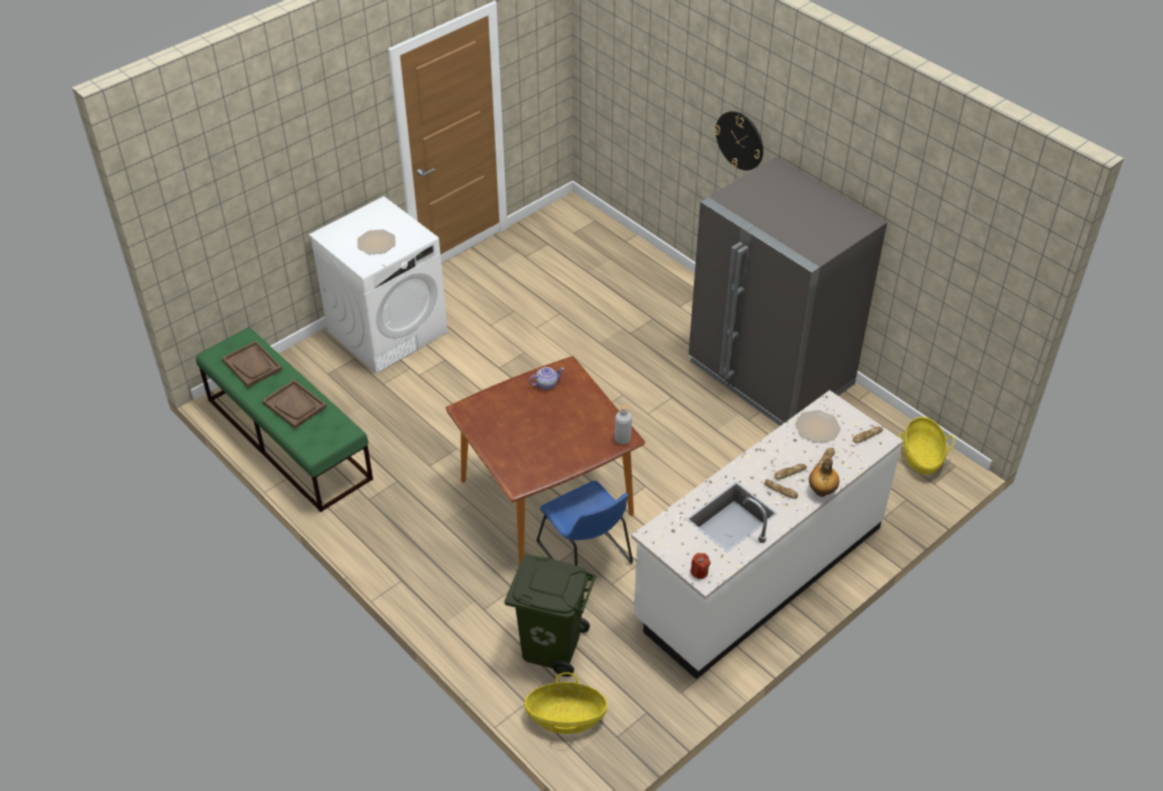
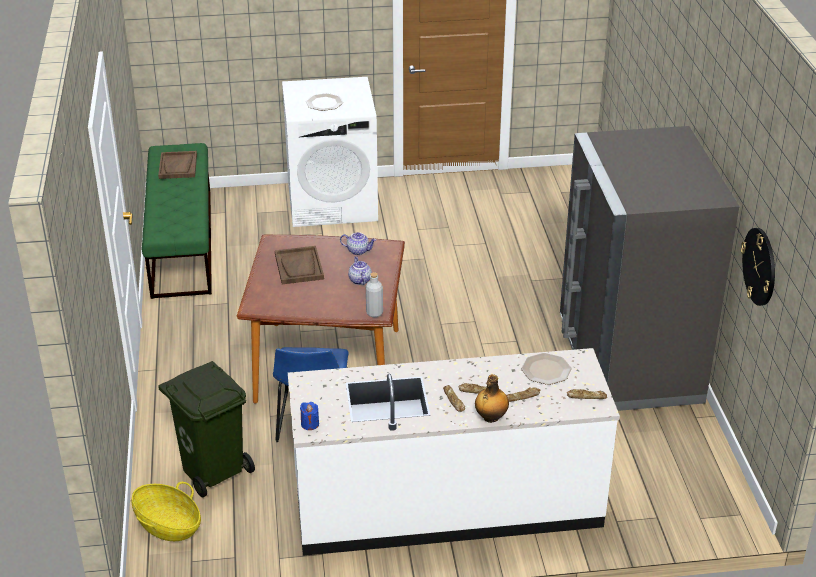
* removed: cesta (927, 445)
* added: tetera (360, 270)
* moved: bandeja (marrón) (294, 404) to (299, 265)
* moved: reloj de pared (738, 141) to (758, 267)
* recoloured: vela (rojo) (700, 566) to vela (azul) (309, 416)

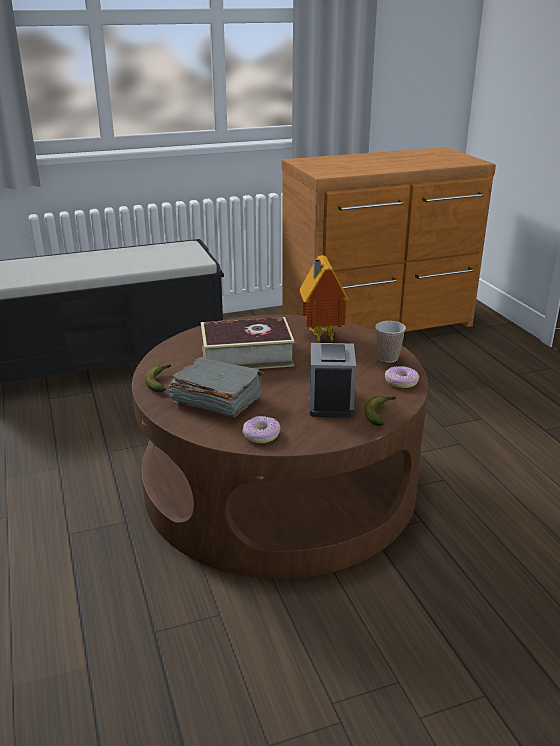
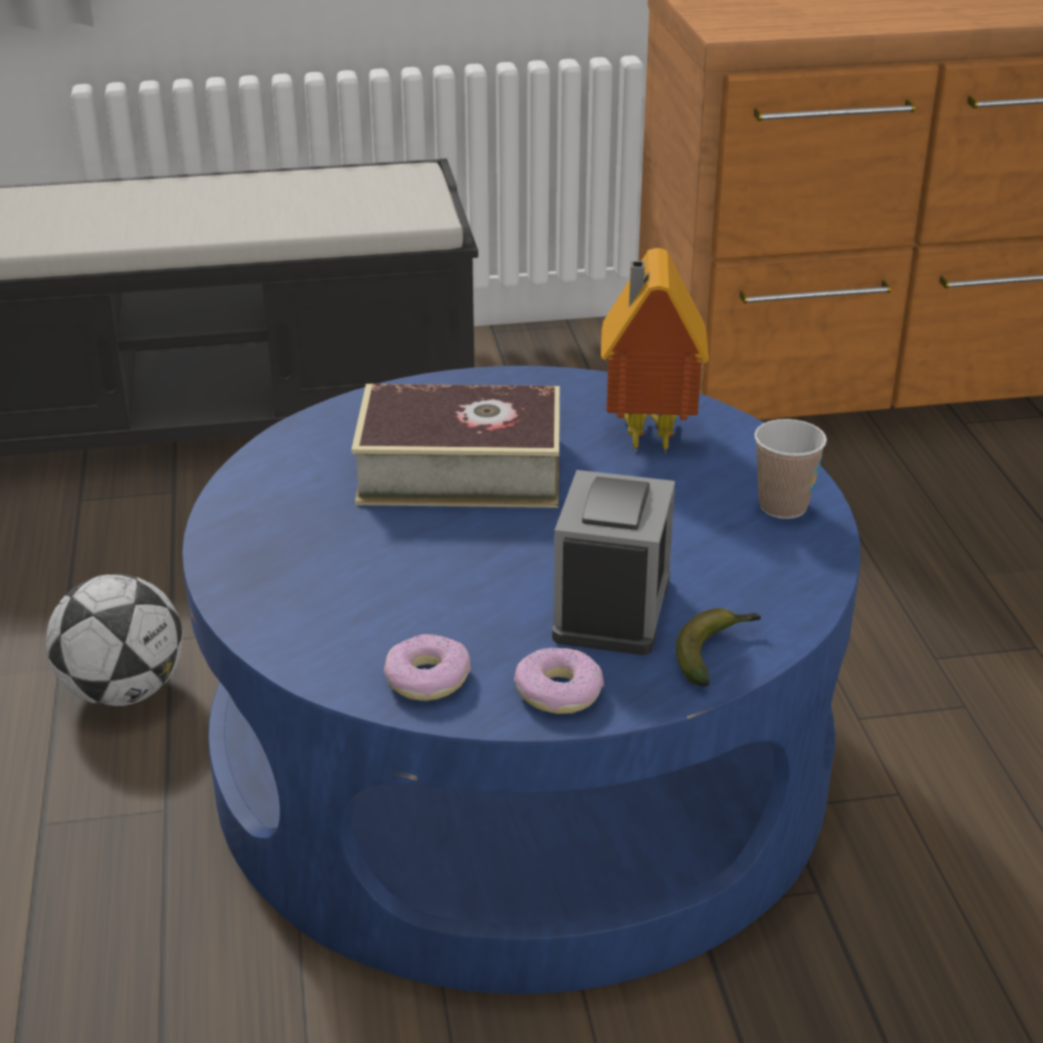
* removed: plátano (157, 378)
* removed: libro (gris) (216, 387)
* added: balón de fútbol (114, 640)
* moved: rosquilla (402, 377) to (559, 680)
* recoloured: mesa de centro (marrón) (280, 446) to mesa de centro (azul) (521, 680)

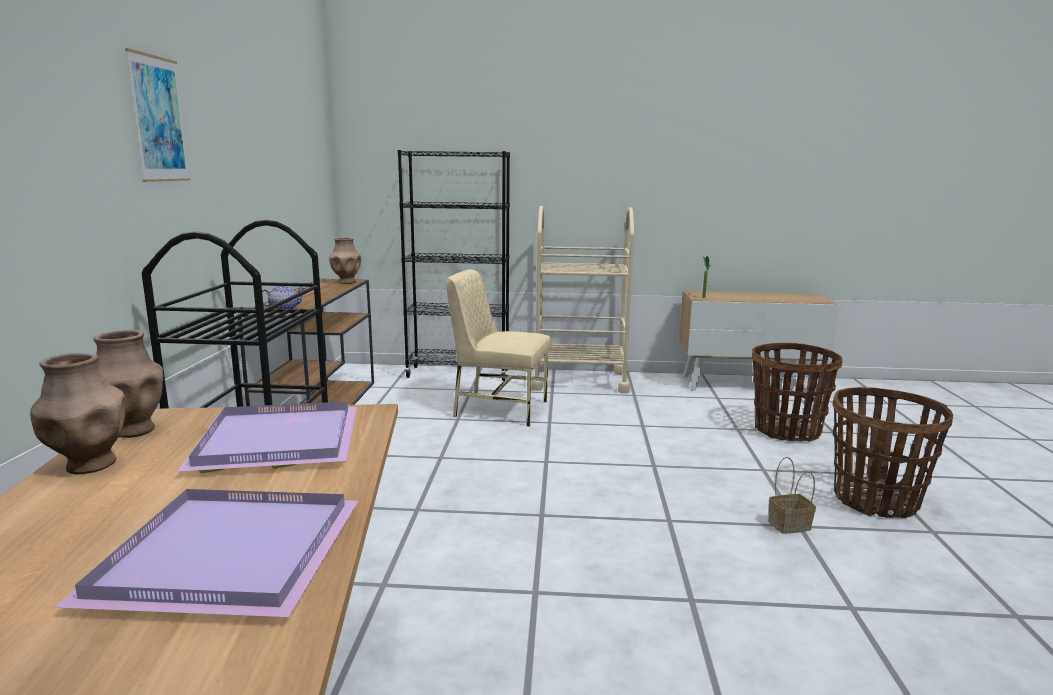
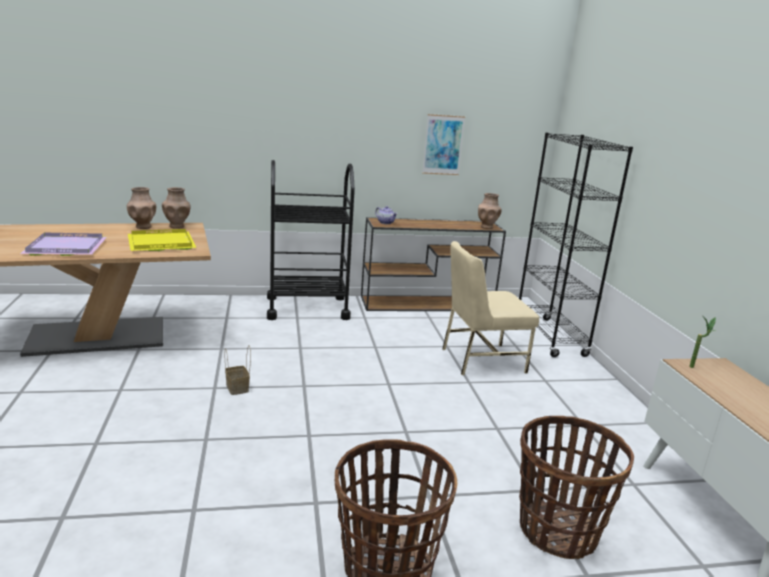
* removed: carrito (beis) (582, 300)
* moved: cuadro (158, 115) to (443, 144)
* moved: cesta (792, 495) to (238, 370)
* recoloured: bandeja (morado) (267, 437) to bandeja (amarillo) (162, 240)
* turned: silla (beis) (498, 348) = (491, 308) 105 degrees counterclockwise

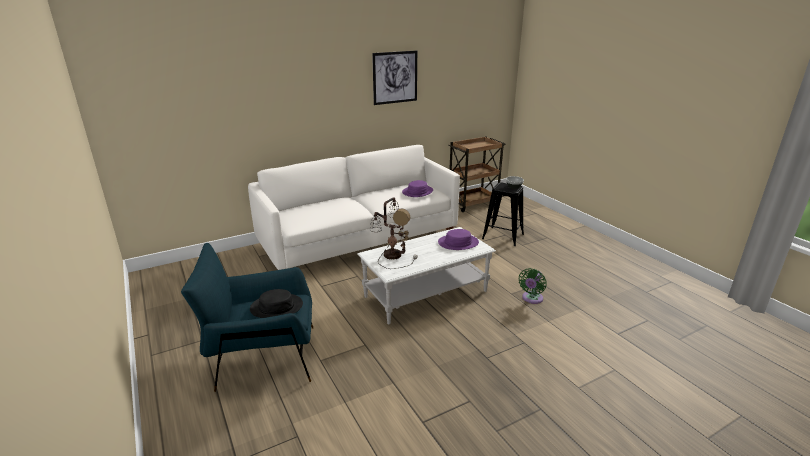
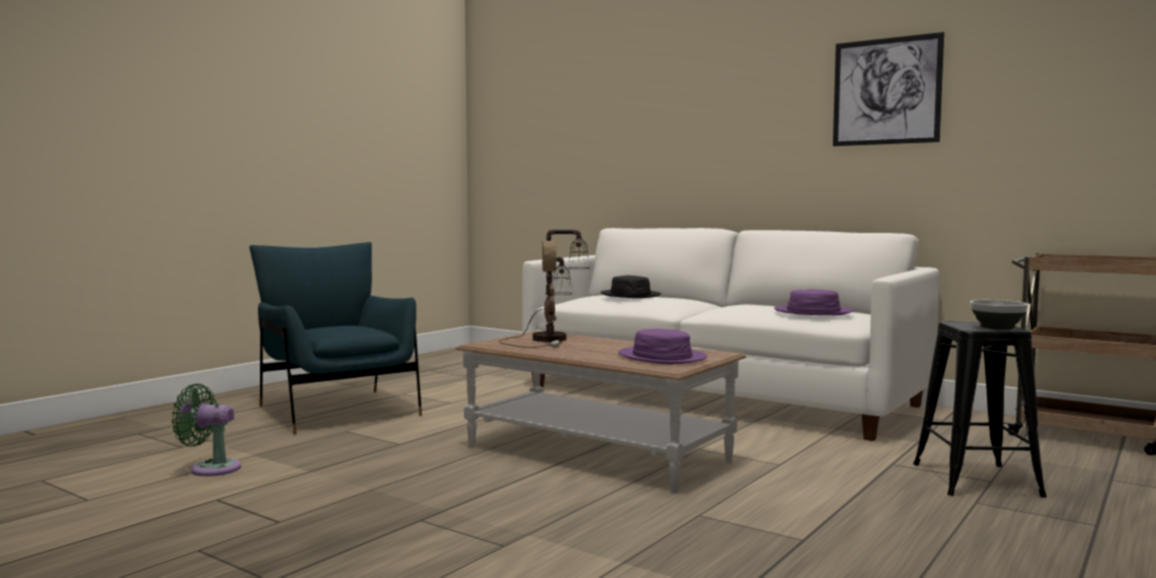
* moved: sombrero (negro) (276, 303) to (631, 286)
* moved: ventilador (verde) (533, 286) to (206, 430)
* recoloured: mesa de centro (blanco) (427, 275) to mesa de centro (marrón) (601, 412)

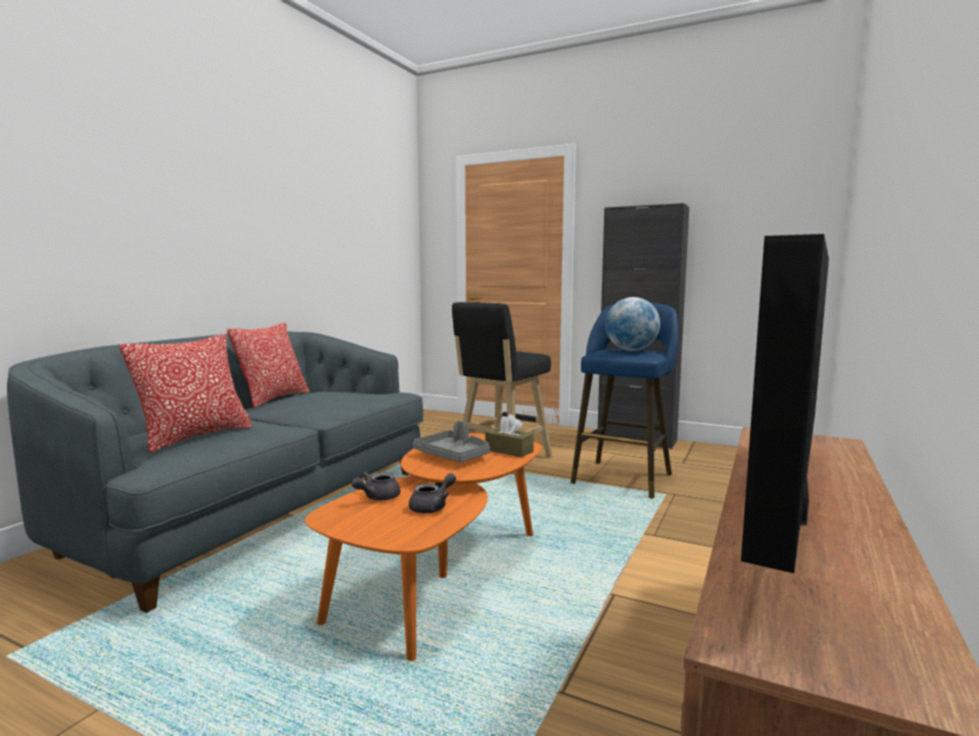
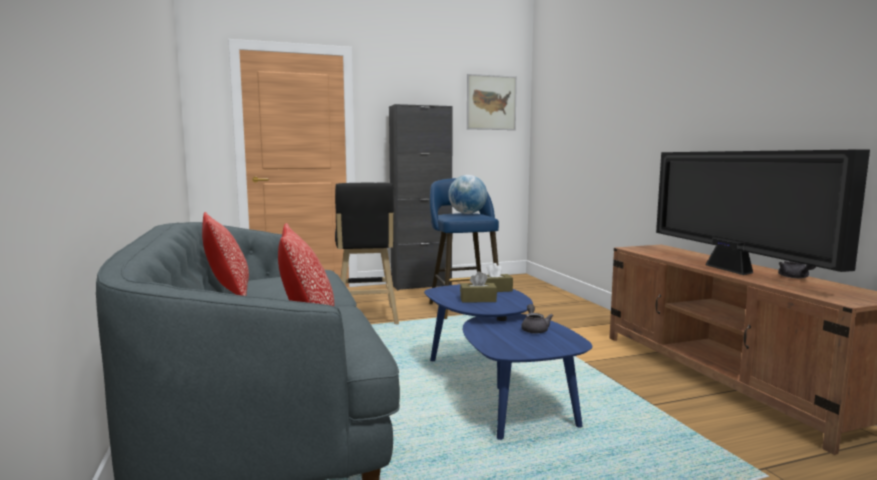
* added: cuadro (492, 102)
* moved: tetera (gris) (376, 486) to (797, 269)
* replaced: bandeja (gris) (451, 442) to caja de pañuelos (marrón) (478, 287)
* recoloured: mesa de centro (naranja) (423, 547) to mesa de centro (azul) (508, 362)

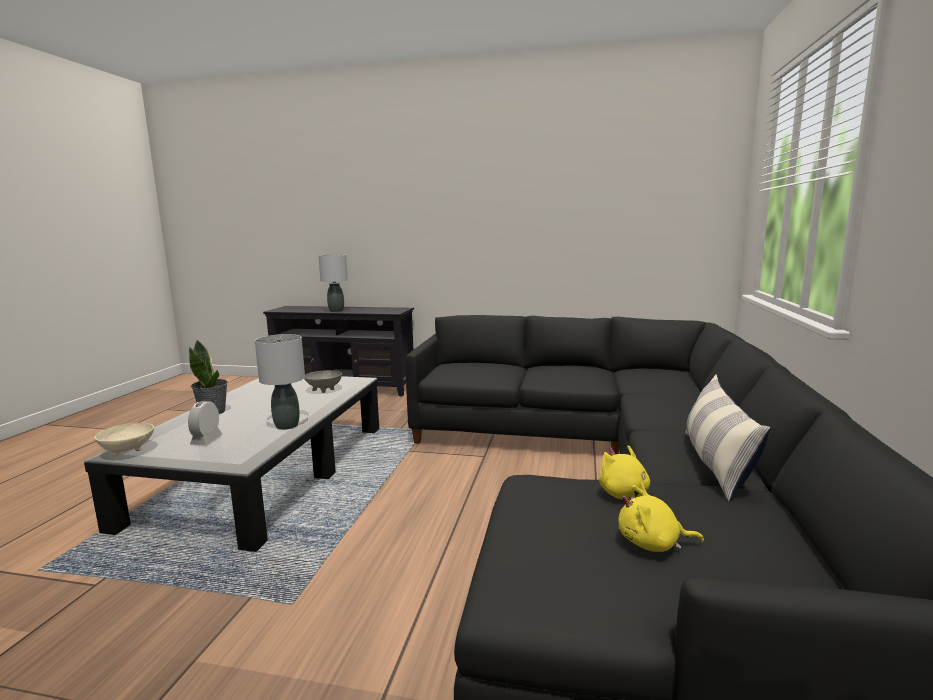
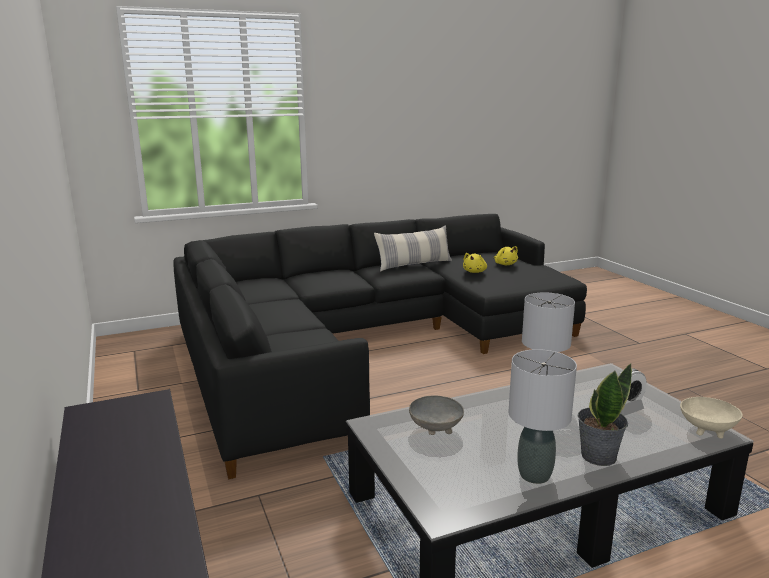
* moved: lámpara de mesa (gris) (333, 283) to (542, 416)

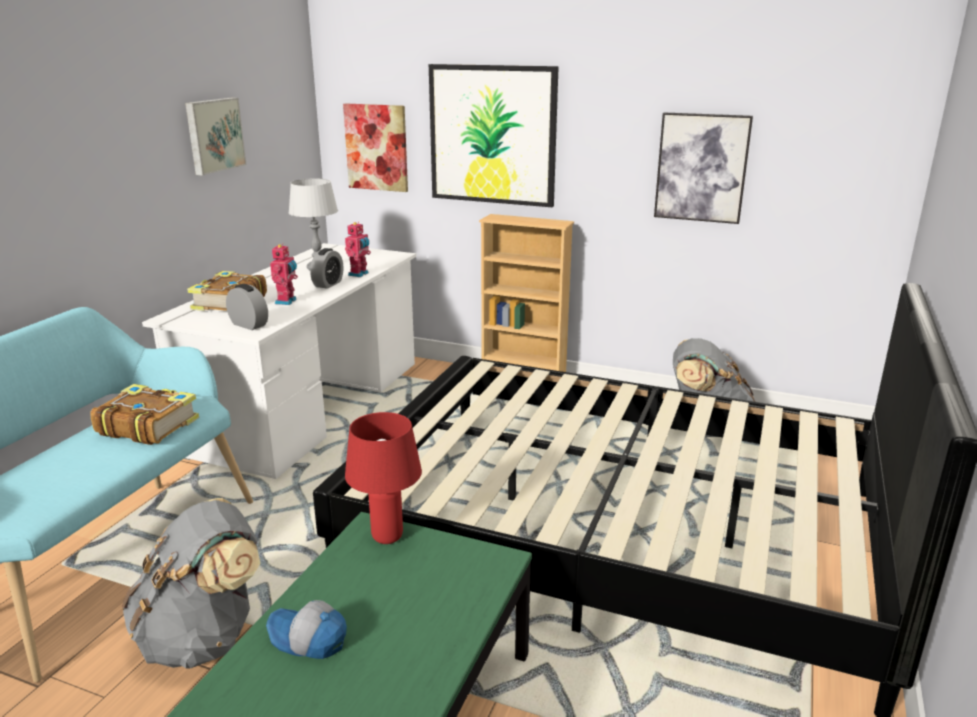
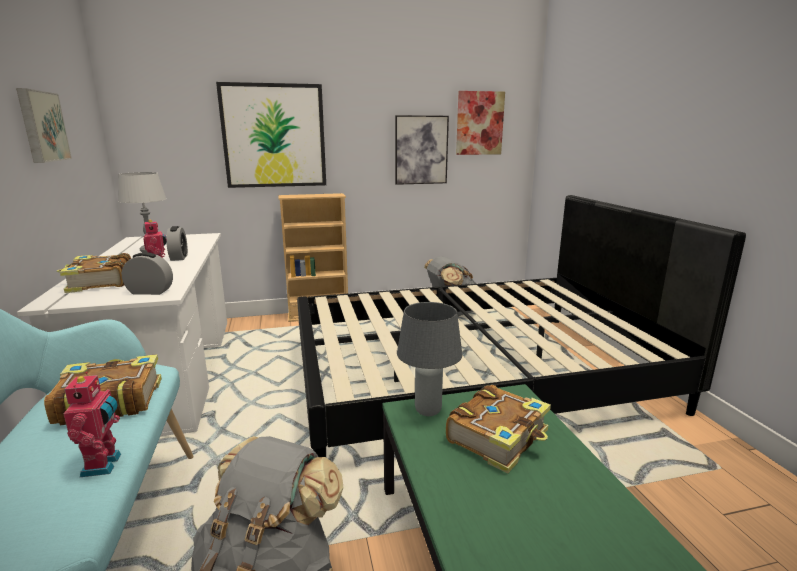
* removed: gorra (306, 629)
* added: libro (498, 429)
* moved: cuadro (375, 147) to (480, 123)
* moved: robot de juguete (358, 249) to (92, 424)
* recoloured: lámpara de mesa (rojo) (383, 478) to lámpara de mesa (gris) (429, 359)

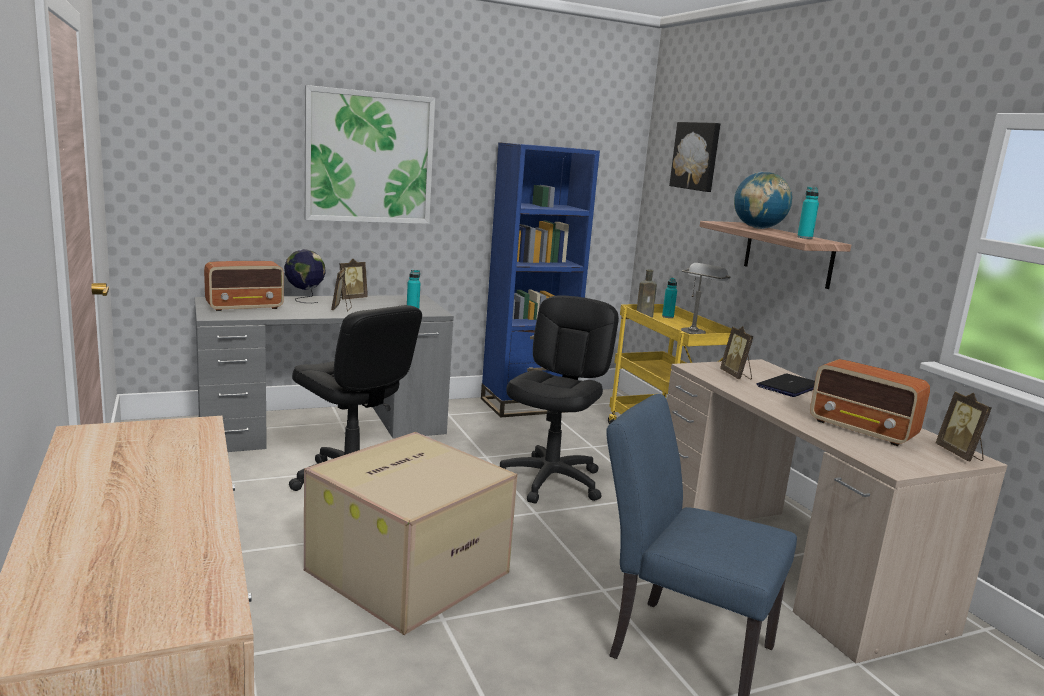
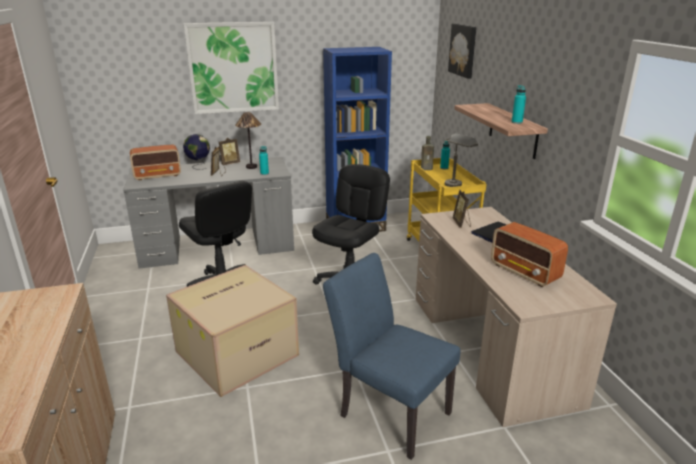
* removed: globo terráqueo (763, 200)
* removed: portarretratos (963, 426)
* added: lámpara de mesa (248, 140)

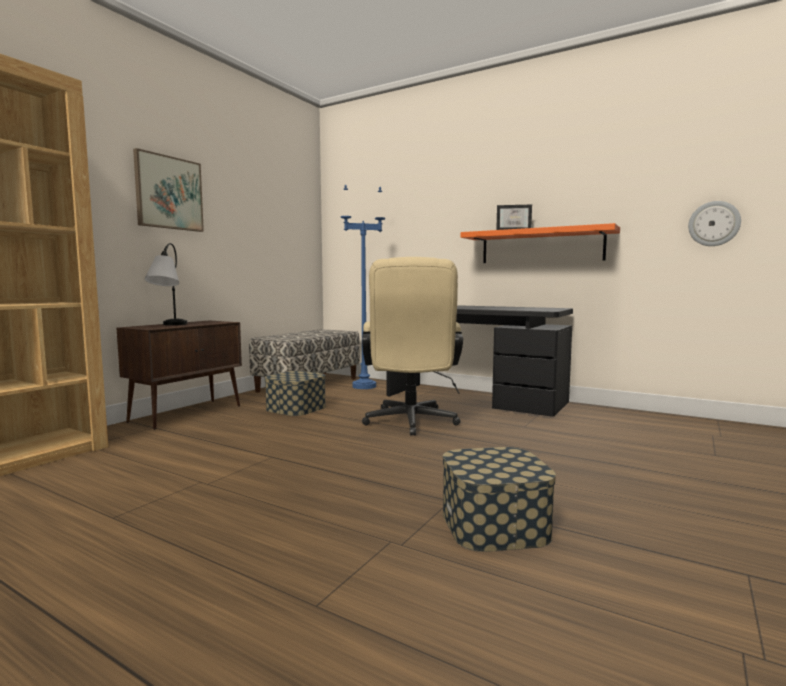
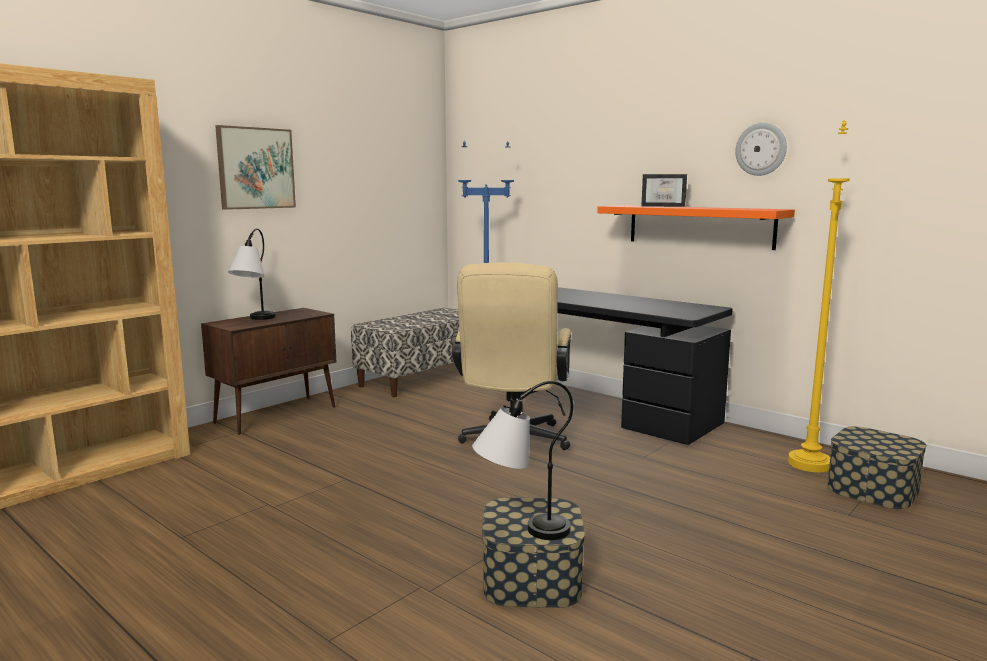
* added: lámpara de mesa (522, 460)
* added: lámpara de pie (amarillo) (818, 296)
* moved: caja de almacenaje (295, 393) to (877, 468)
* moved: reloj de pared (714, 223) to (761, 149)

